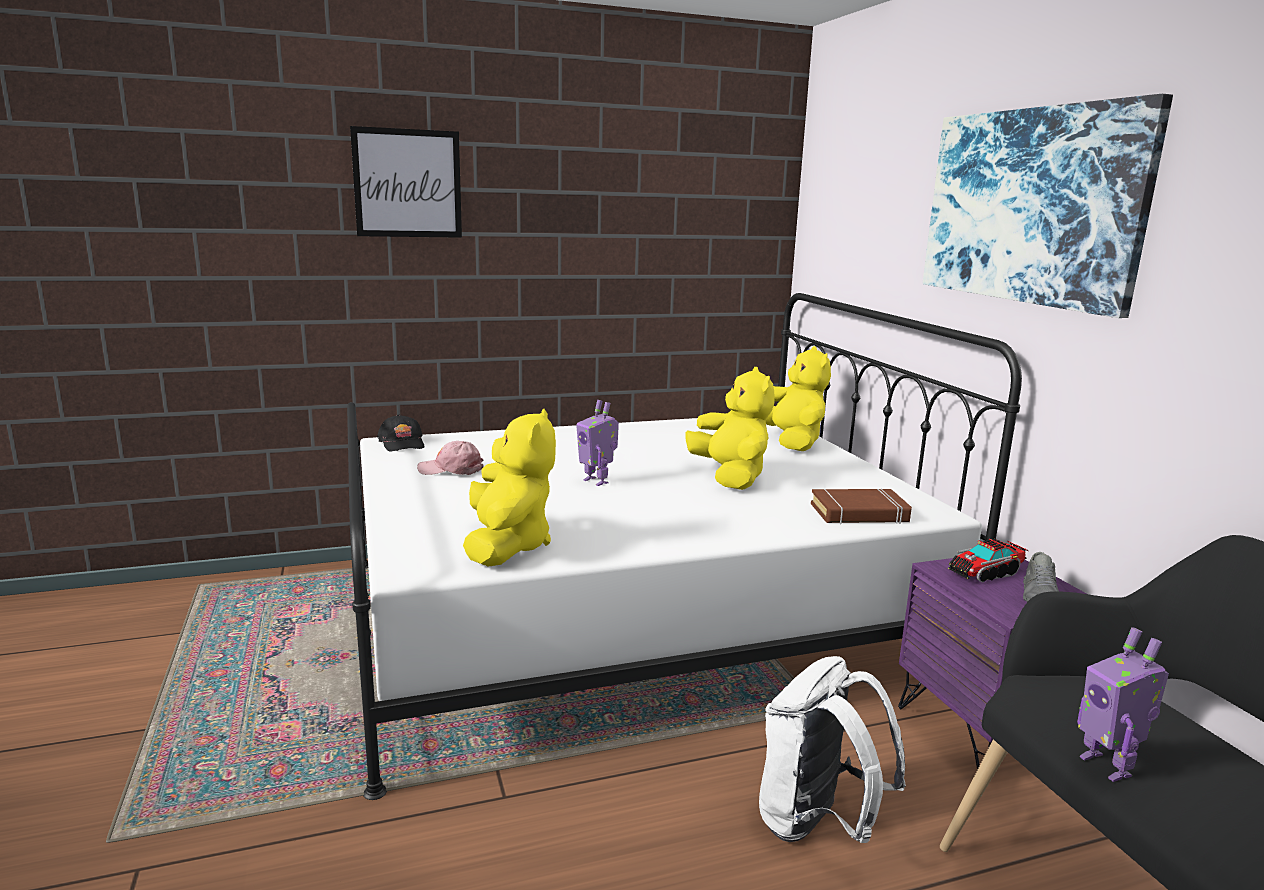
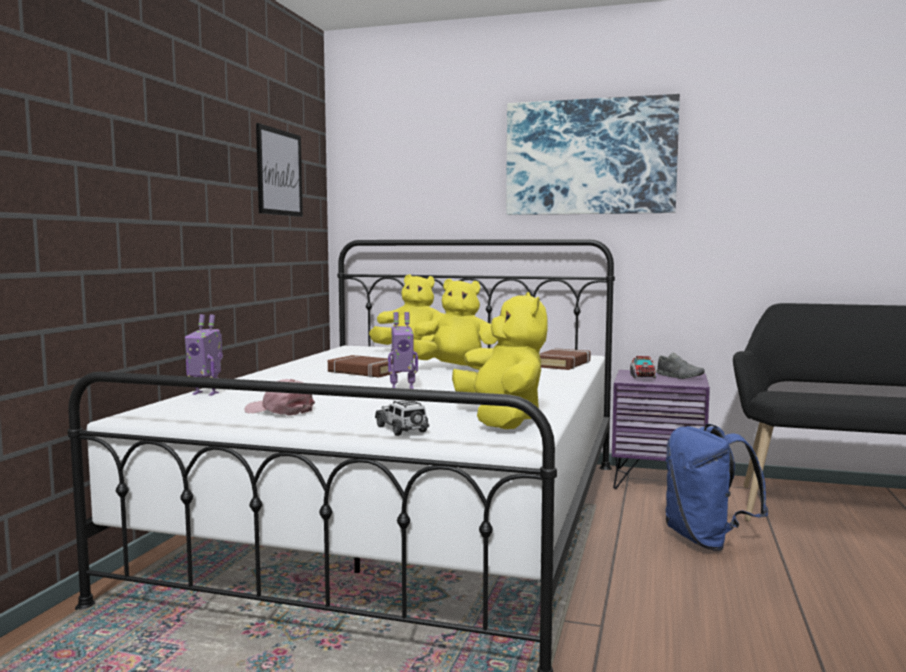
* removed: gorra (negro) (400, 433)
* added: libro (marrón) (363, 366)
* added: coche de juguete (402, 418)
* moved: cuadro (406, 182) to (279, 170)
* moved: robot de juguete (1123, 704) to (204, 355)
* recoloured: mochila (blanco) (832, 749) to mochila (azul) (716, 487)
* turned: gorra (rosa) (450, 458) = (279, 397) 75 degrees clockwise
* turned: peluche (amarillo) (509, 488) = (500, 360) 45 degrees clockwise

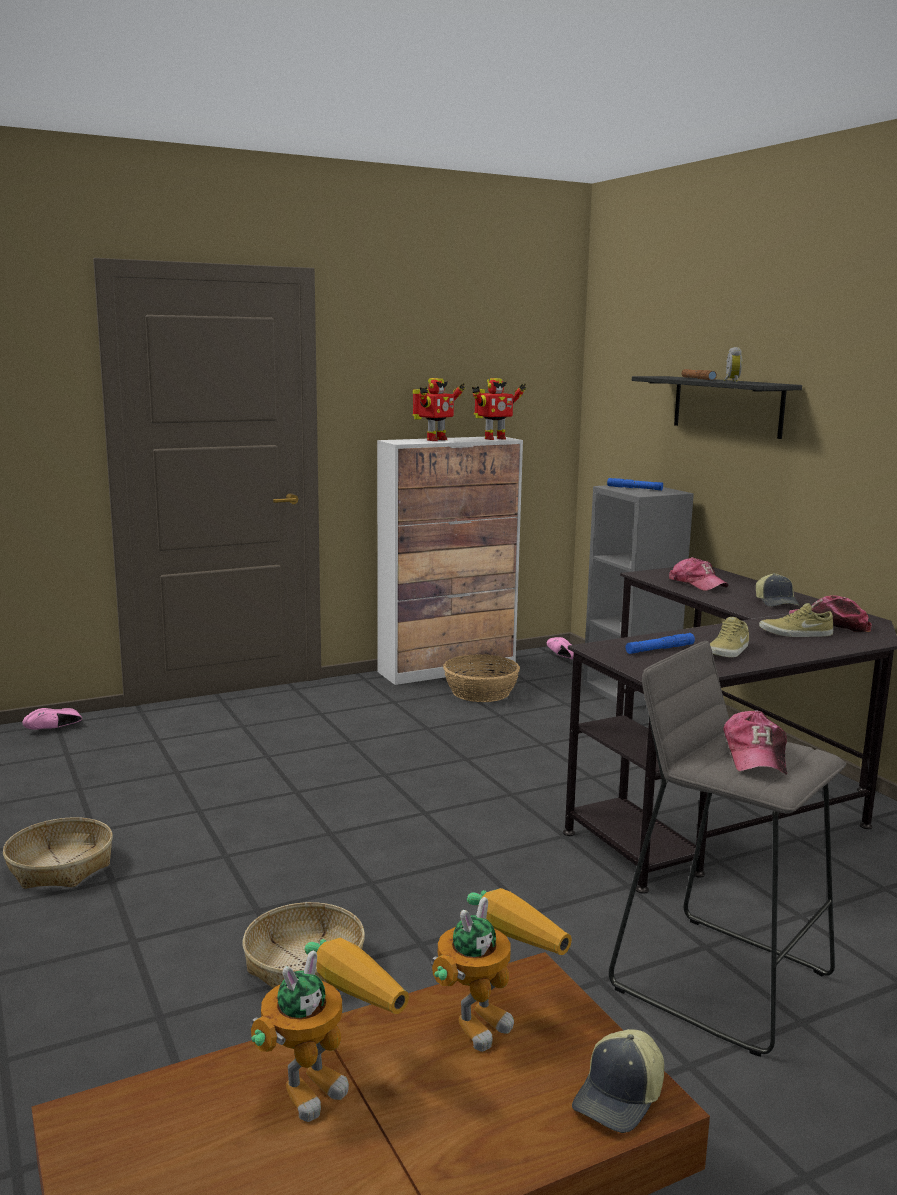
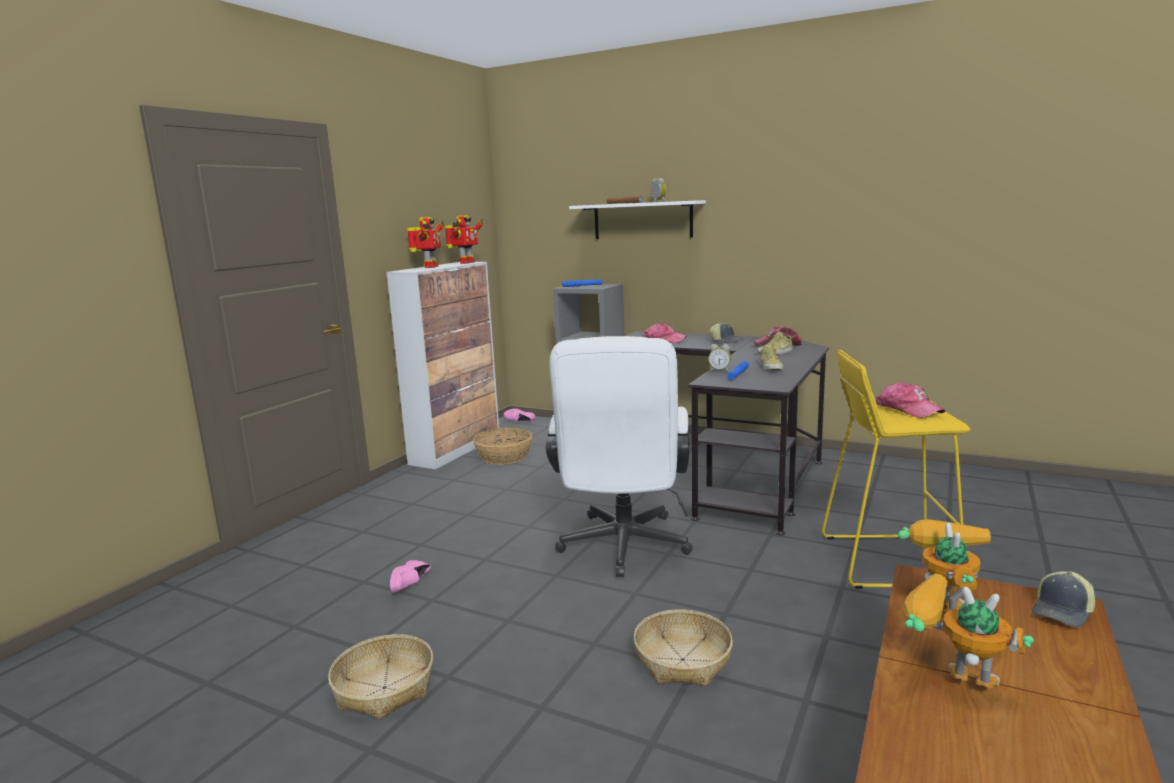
* added: silla de oficina (blanco) (619, 456)
* added: despertador (719, 358)
* moved: zapato (rosa) (52, 719) to (410, 576)
* recoloured: taburete (gris) (727, 849) to taburete (amarillo) (896, 469)
* recoloured: estante (negro) (717, 407) to estante (blanco) (637, 219)
* turned: robot de juguete (330, 1030) = (968, 631) 60 degrees counterclockwise
* turned: gorra (618, 1081) = (1063, 599) 45 degrees clockwise

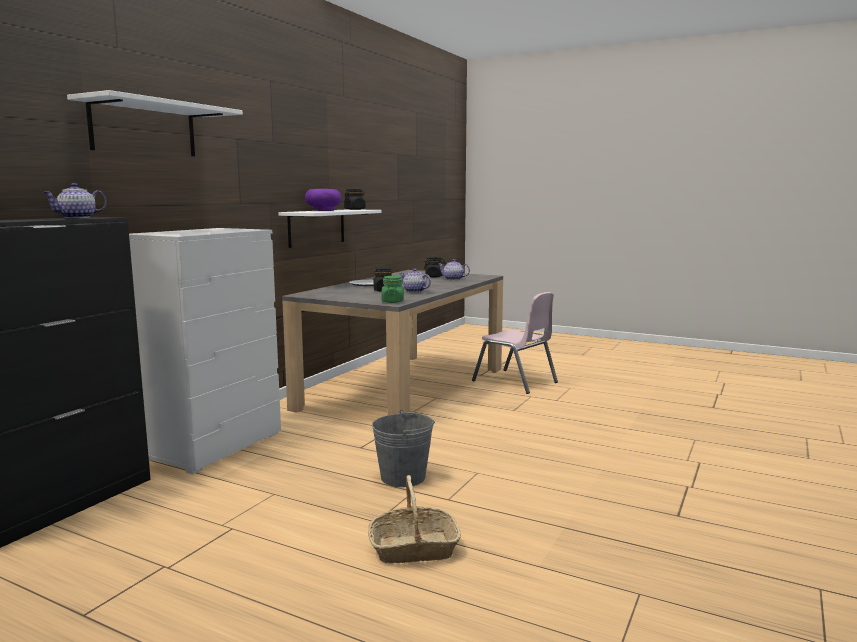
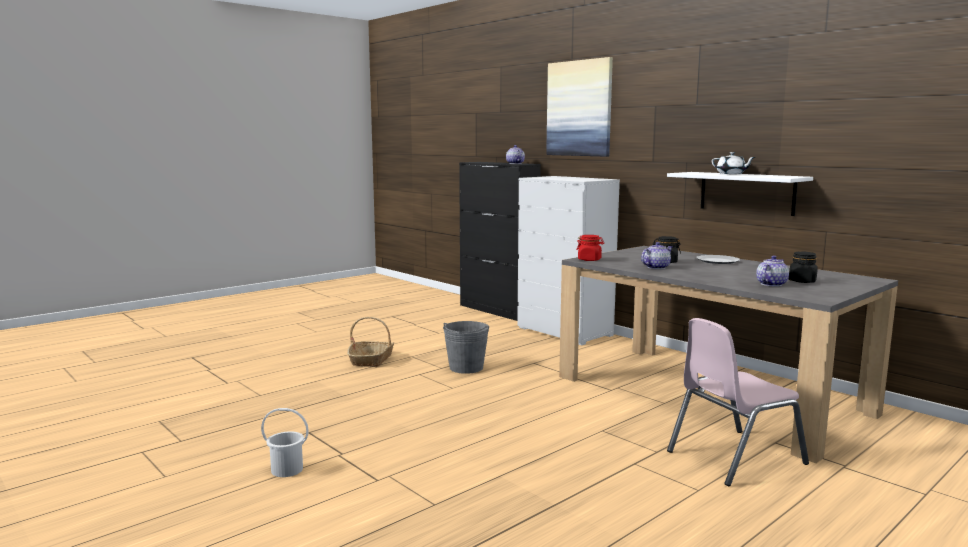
* removed: tarro (negro) (355, 199)
* added: cubo (blanco) (285, 442)
* replaced: estante (blanco) (155, 123) to cuadro (579, 106)
* replaced: cuenco (morado) (323, 200) to tetera (blanco) (733, 163)
* recoloured: tarro (verde) (393, 289) to tarro (rojo) (590, 248)

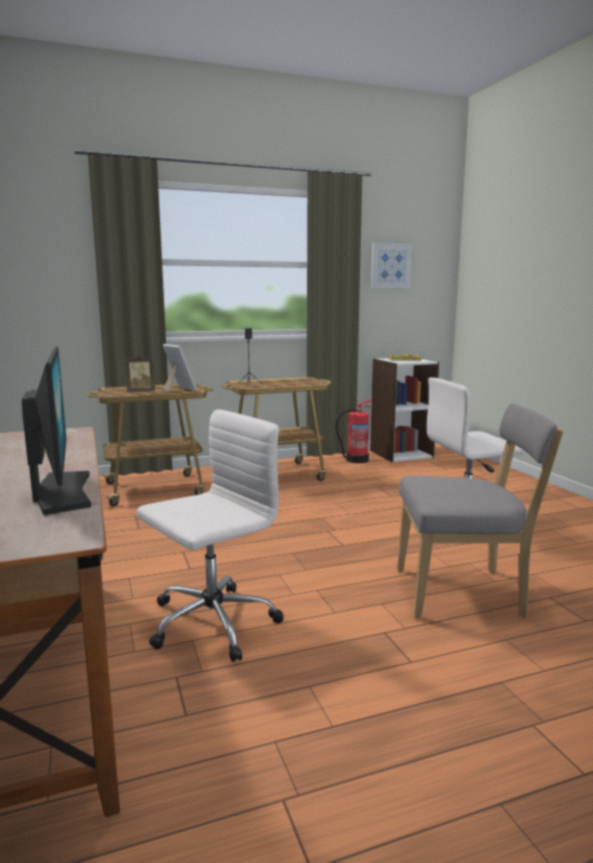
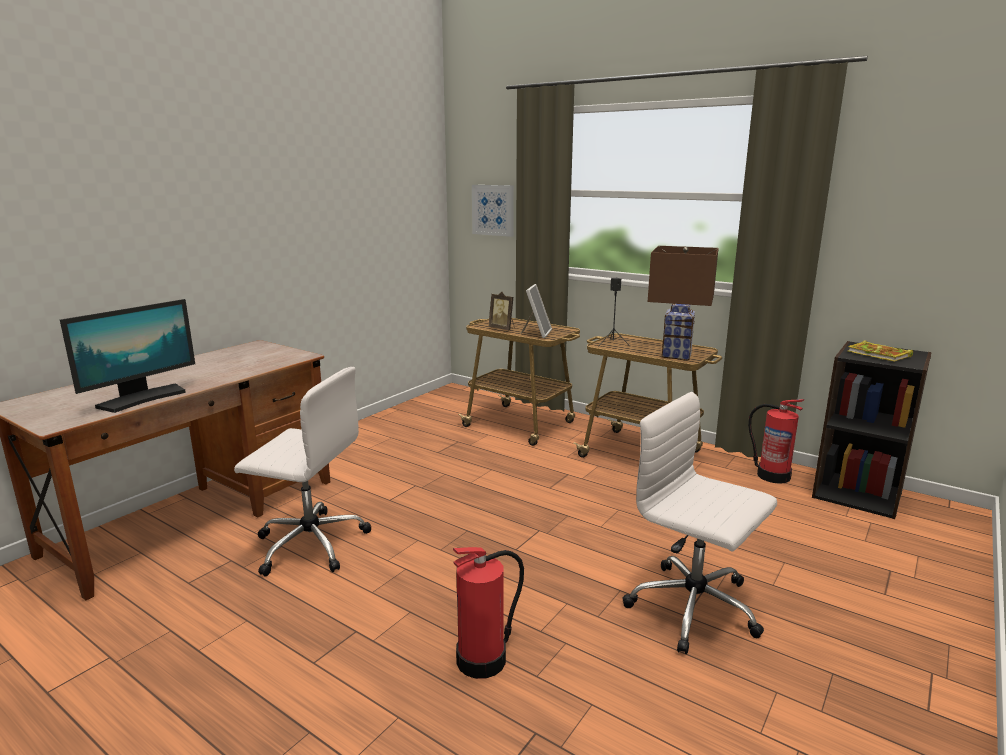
* added: lámpara de mesa (marrón) (683, 303)
* moved: cuadro (392, 265) to (493, 211)
* replaced: silla (gris) (480, 510) to extintor (488, 613)
* recoloured: estantería (blanco) (404, 410) to estantería (negro) (872, 430)

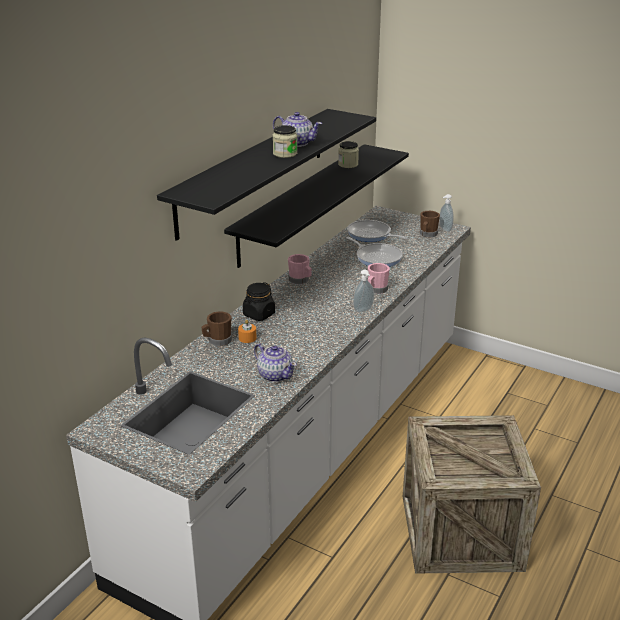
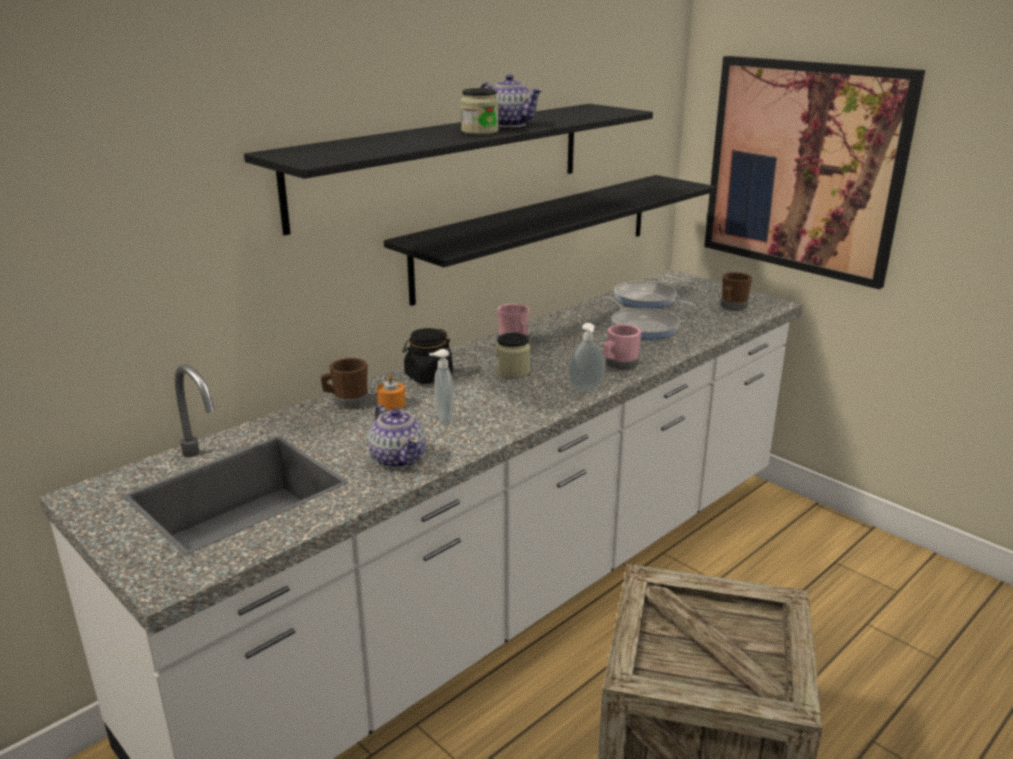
* added: cuadro (814, 172)
* moved: tarro (348, 154) to (513, 355)
* moved: dispensador de jabón (446, 213) to (441, 386)

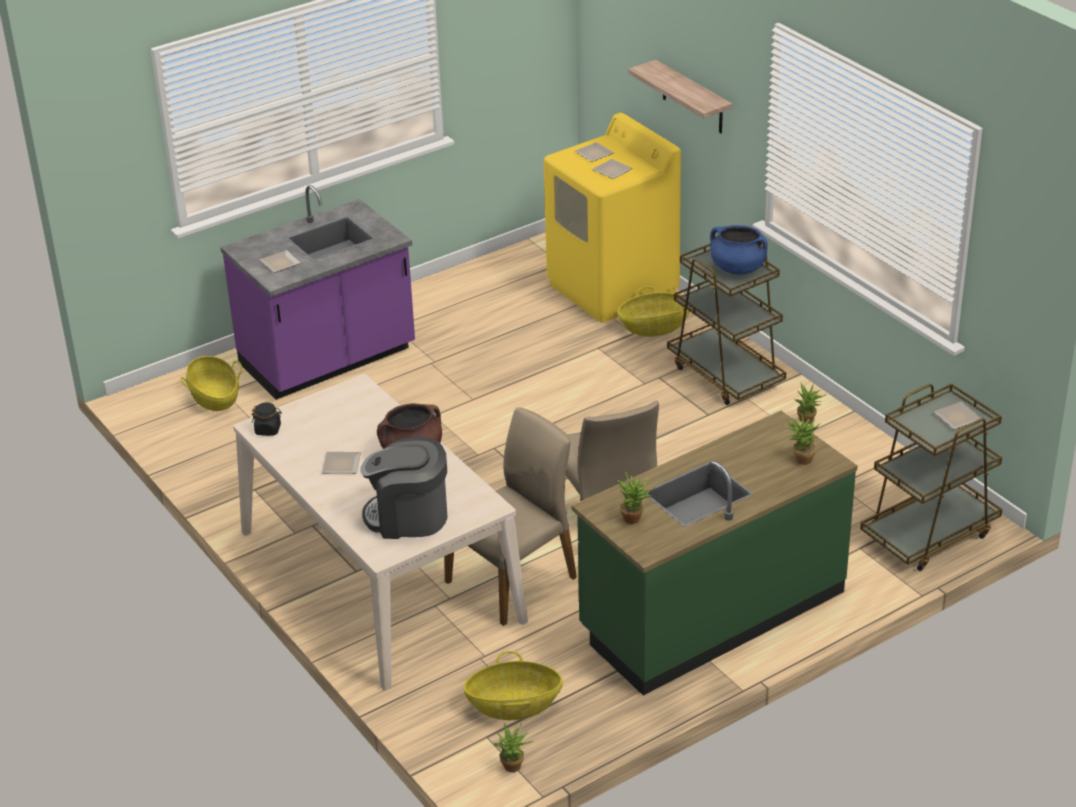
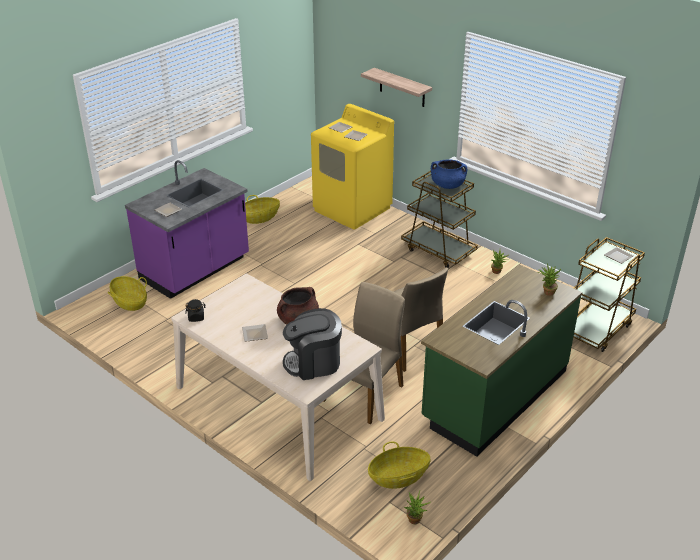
* removed: planta en maceta (636, 498)
* moved: cesta (653, 311) to (262, 209)

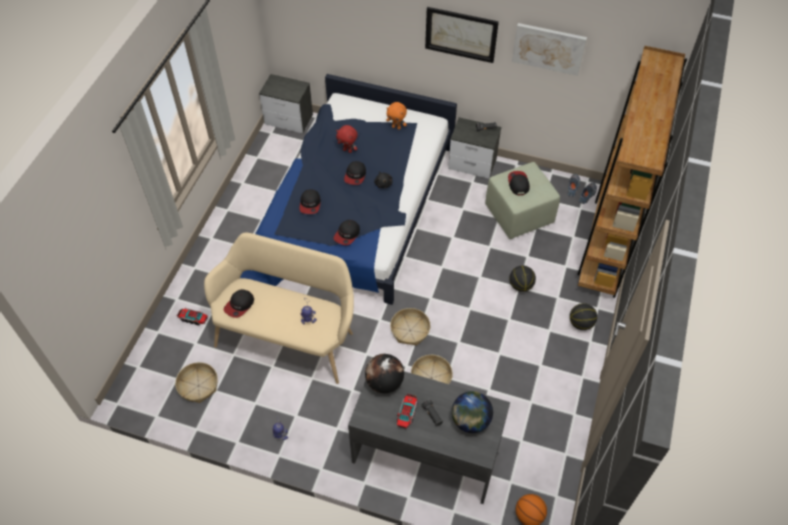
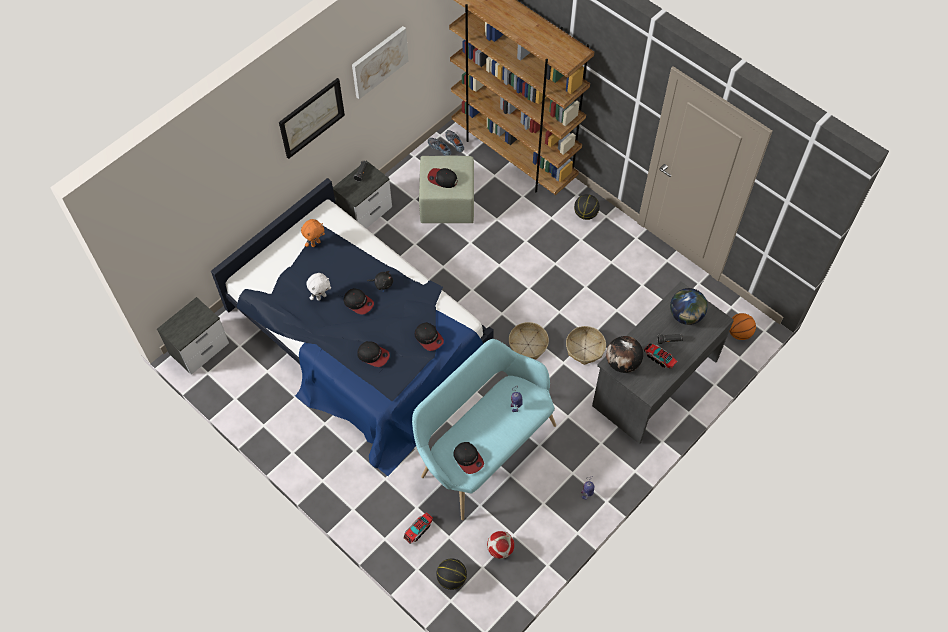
* moved: balón de baloncesto (522, 278) to (451, 574)
* replaced: cesta (196, 382) to balón de fútbol (500, 545)
* recoloured: banco (beis) (279, 308) to banco (turquesa) (484, 429)
* recoloured: peluche (rojo) (347, 139) to peluche (blanco) (318, 287)

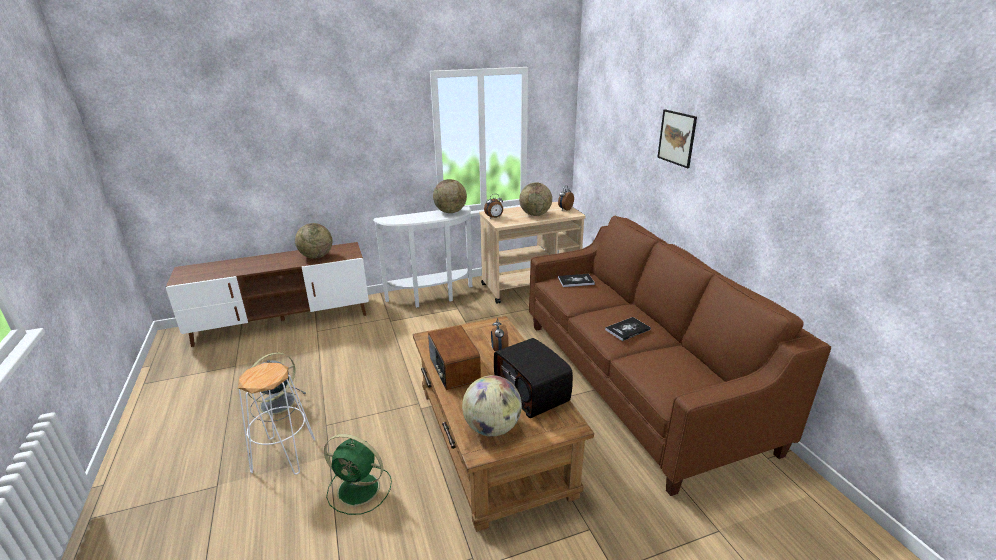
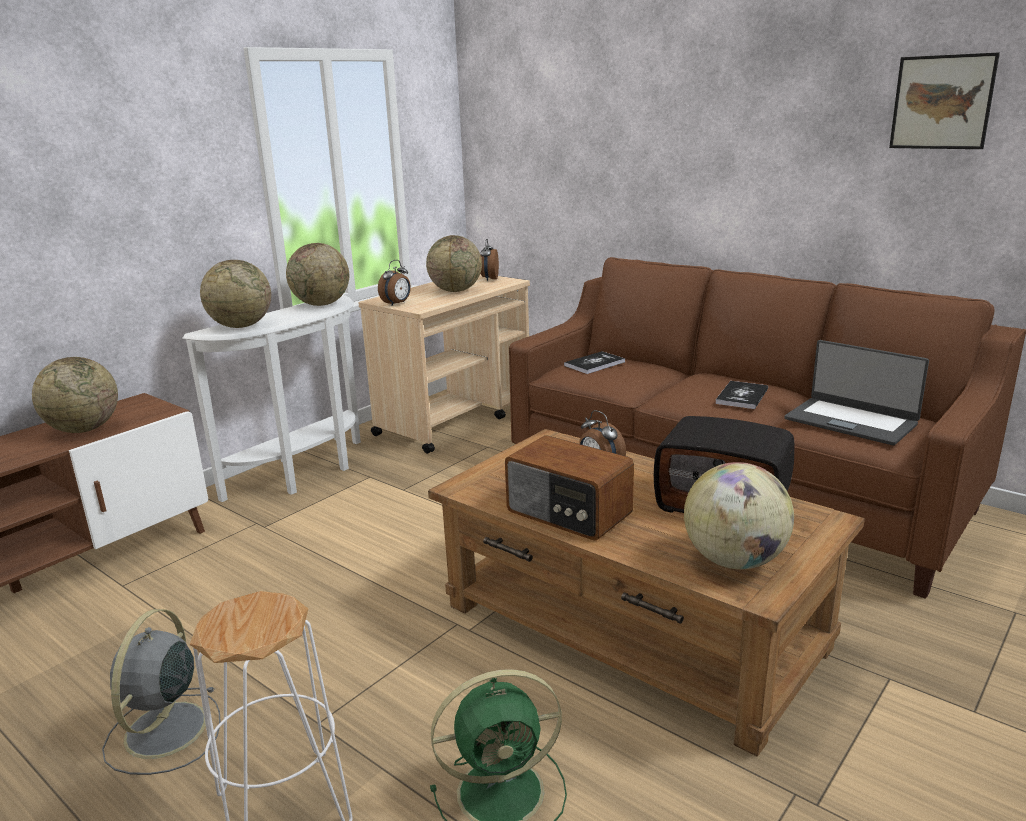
* added: globo terráqueo (235, 294)
* added: portátil (857, 392)
* moved: cuadro (677, 138) to (944, 100)

